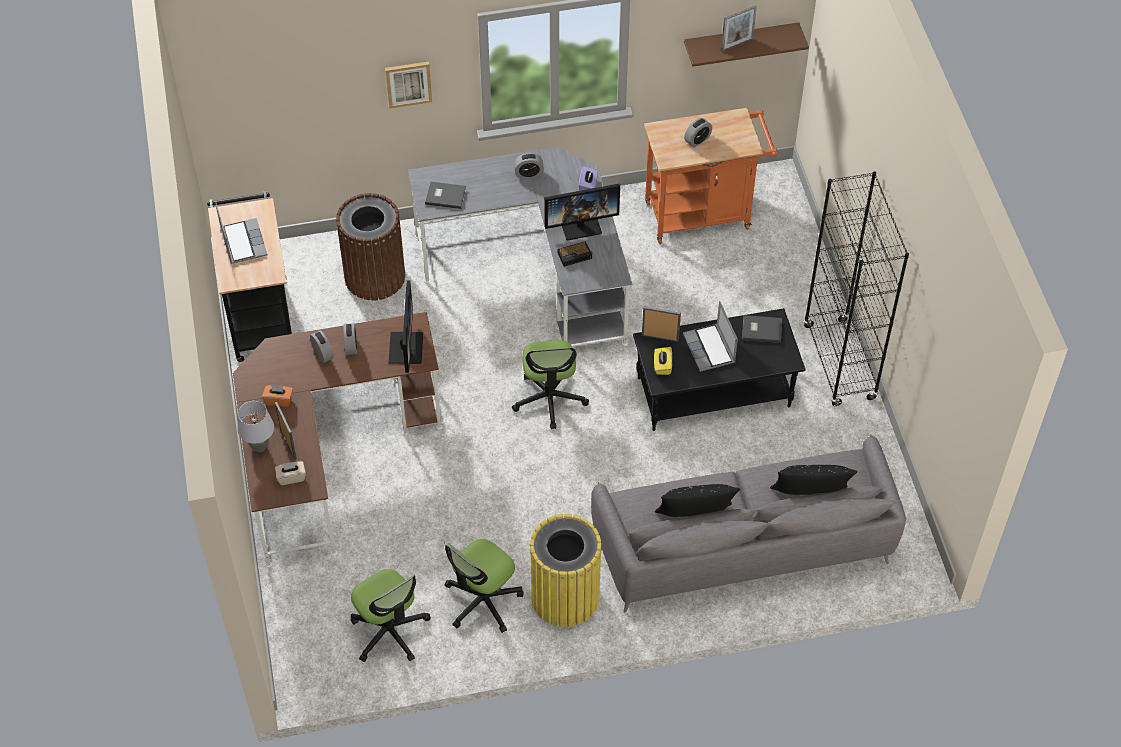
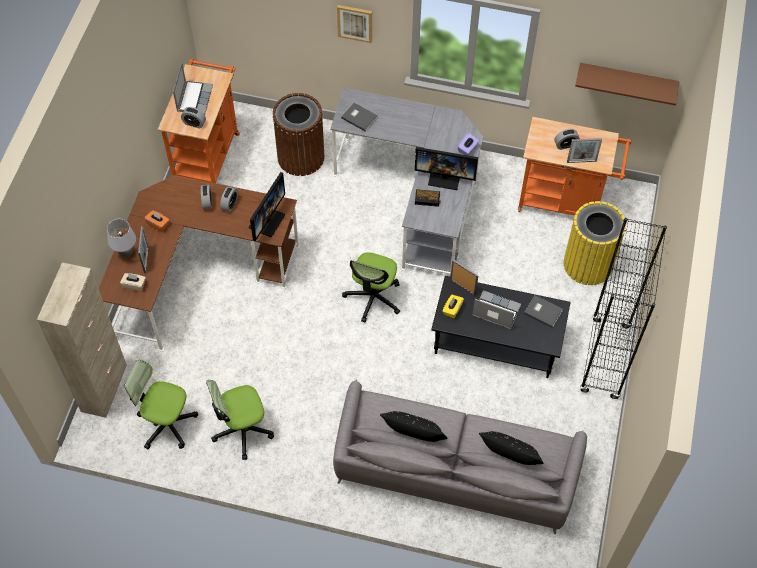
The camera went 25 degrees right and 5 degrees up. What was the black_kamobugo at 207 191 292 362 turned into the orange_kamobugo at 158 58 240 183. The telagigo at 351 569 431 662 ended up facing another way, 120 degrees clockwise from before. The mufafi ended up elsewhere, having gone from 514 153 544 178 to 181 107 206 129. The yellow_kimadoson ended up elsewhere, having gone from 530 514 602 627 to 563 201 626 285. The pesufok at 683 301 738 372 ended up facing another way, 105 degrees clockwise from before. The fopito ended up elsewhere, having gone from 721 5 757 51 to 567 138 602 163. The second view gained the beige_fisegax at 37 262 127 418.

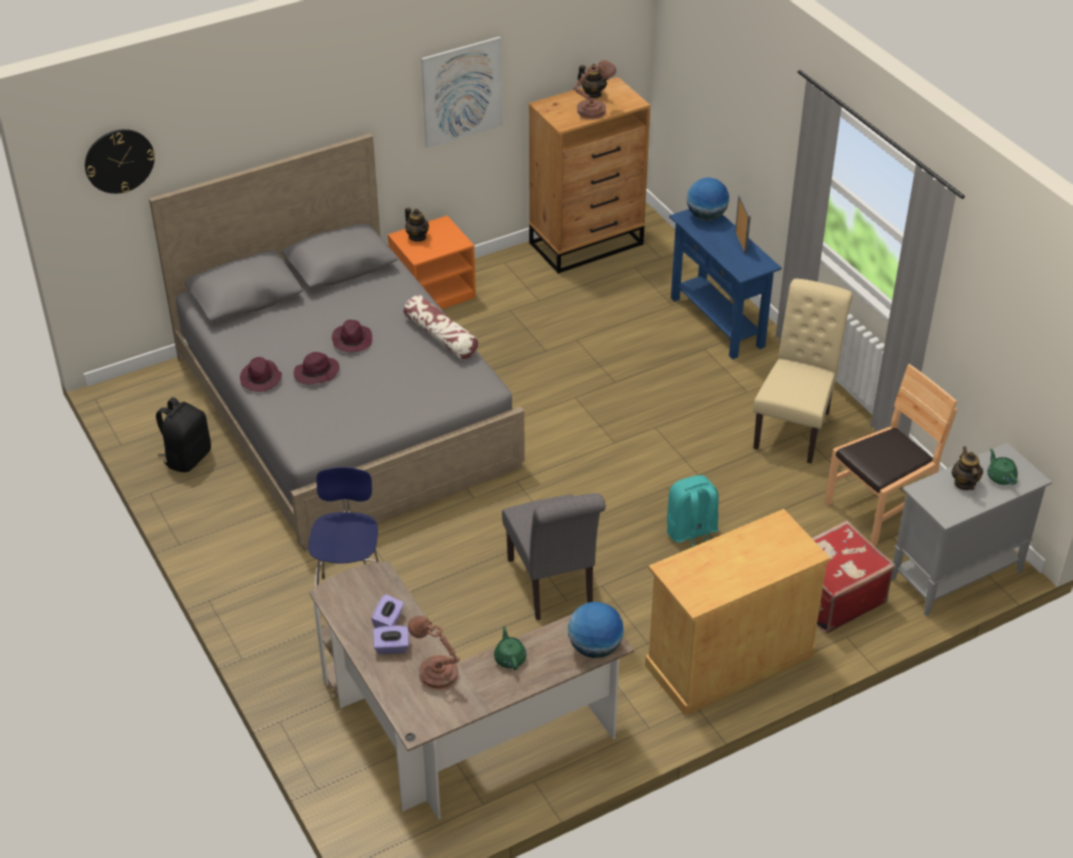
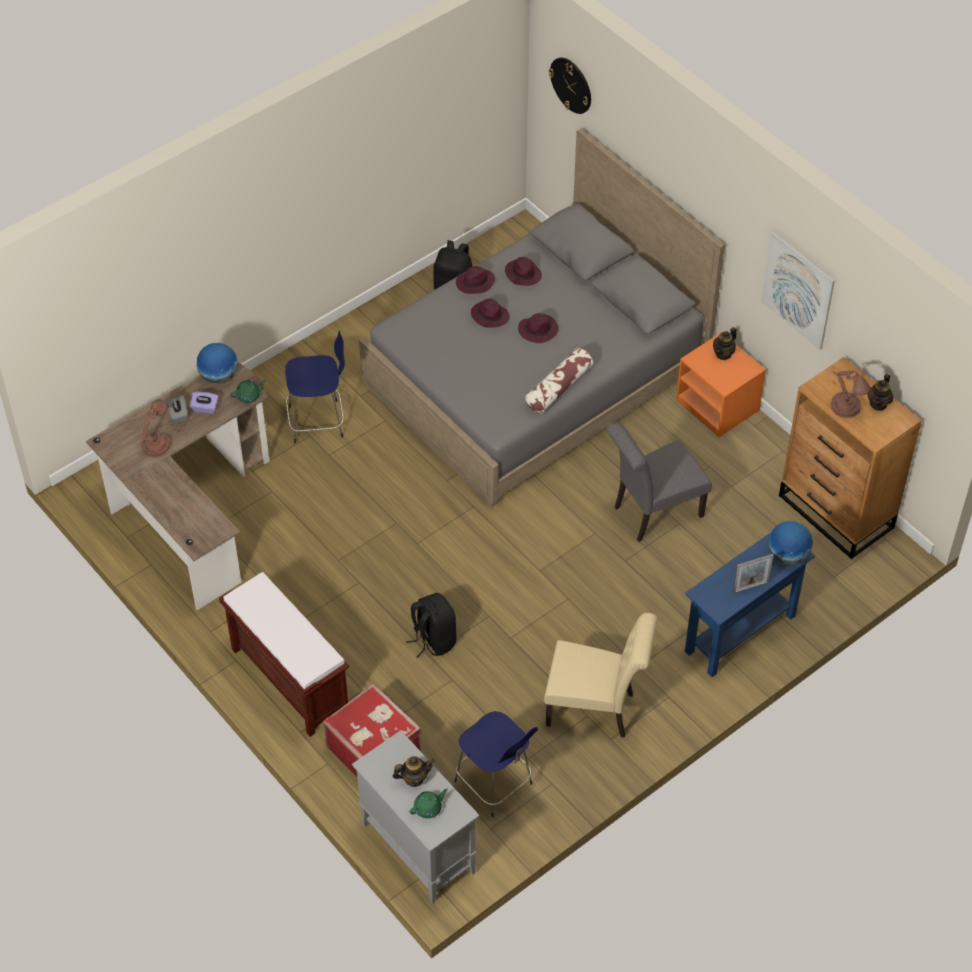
The camera went 80 degrees right and 10 degrees up. What was the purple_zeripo at 373 625 409 654 turned into the grey_zeripo at 168 395 188 424. The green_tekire ended up elsewhere, having gone from 494 626 526 670 to 230 380 266 403. The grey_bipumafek ended up elsewhere, having gone from 502 493 606 620 to 607 423 712 542. The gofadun ended up elsewhere, having gone from 568 601 624 658 to 197 343 238 384. Where the beige_fisegax stood at 645 509 831 716, the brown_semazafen came to stand at 219 572 349 737. What was the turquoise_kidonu at 667 475 719 547 turned into the black_kidonu at 406 593 456 658. Where the brown_bipumafek stood at 824 364 957 546, the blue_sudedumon came to stand at 454 711 538 817. The second view gained the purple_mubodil at 505 257 542 286.

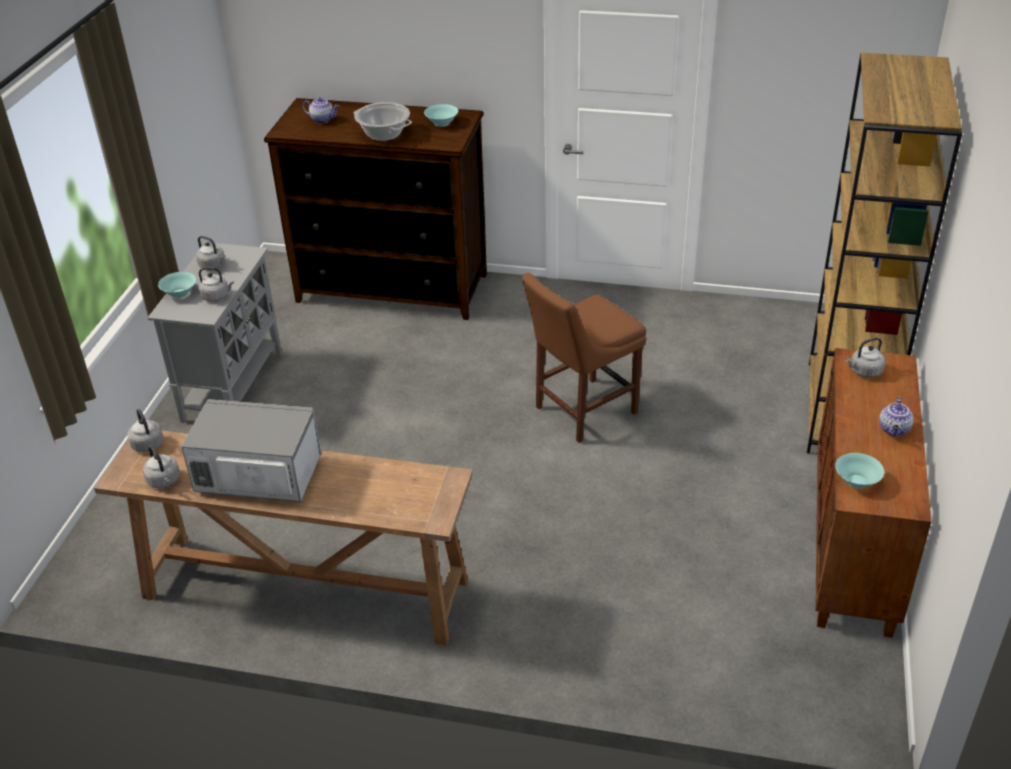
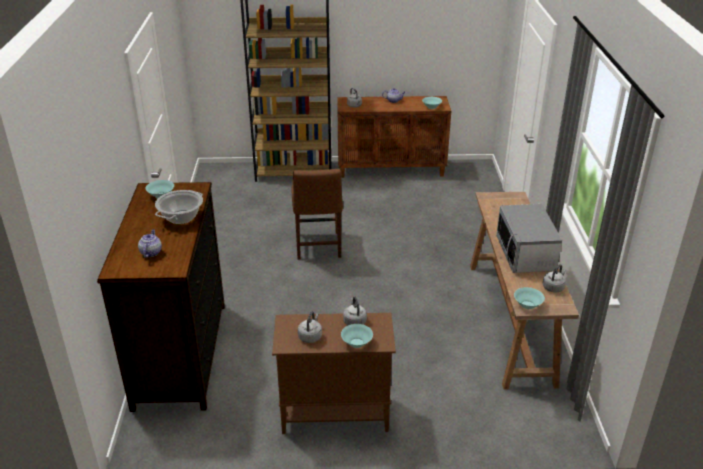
The camera went 105 degrees left and 5 degrees down. Where the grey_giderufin stood at 127 409 164 452, the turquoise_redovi came to stand at 514 287 545 309. What was the grey_fisegax at 148 242 282 423 turned into the brown_fisegax at 272 313 396 434. The brown_bipumafek at 522 273 646 443 ended up facing another way, 45 degrees clockwise from before.

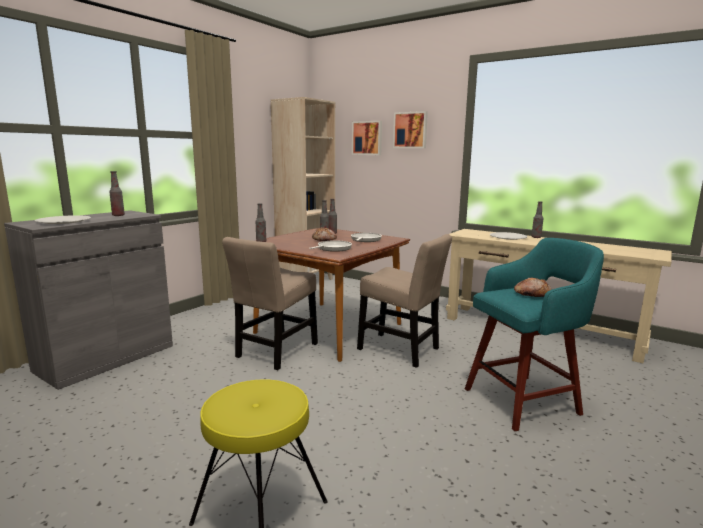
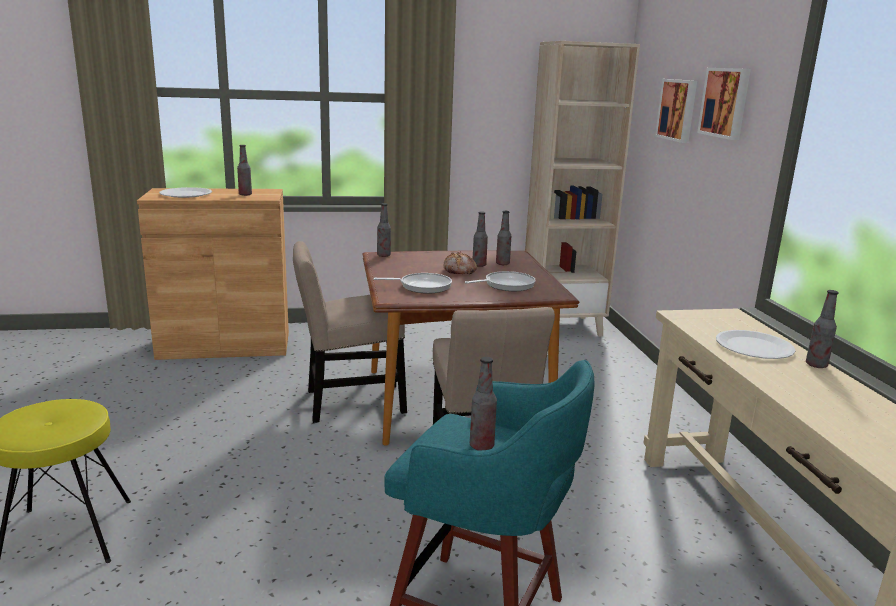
The camera went 45 degrees right and 5 degrees up. What was the grey_fisegax at 4 210 173 390 turned into the brown_fisegax at 137 188 289 360. Where the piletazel stood at 514 278 552 297, the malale came to stand at 470 357 497 450.

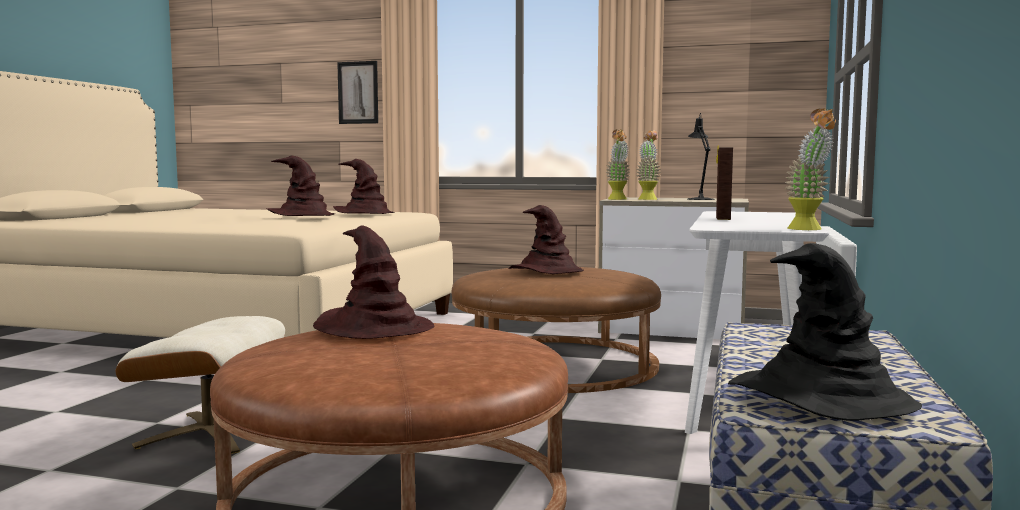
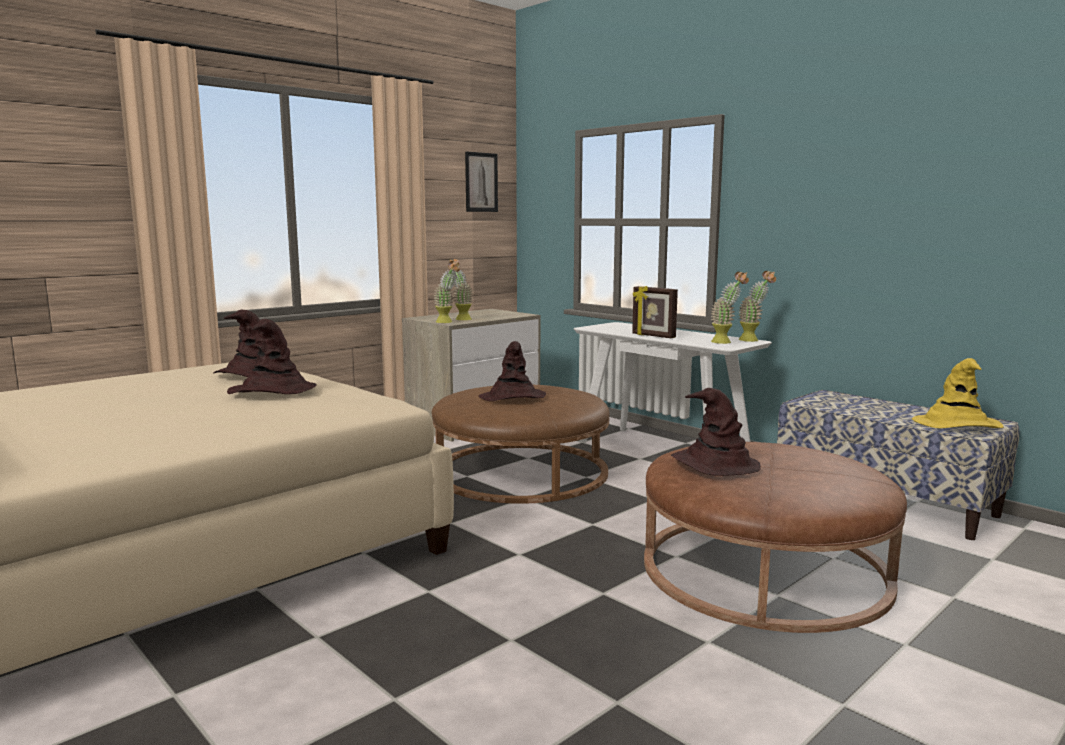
The camera went 60 degrees left and 5 degrees up. The second view lost the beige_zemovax at 115 316 285 454. The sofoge ended up elsewhere, having gone from 337 61 378 124 to 465 151 498 212. The second view lost the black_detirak at 688 113 714 200. What was the black_mubodil at 728 243 922 421 turned into the yellow_mubodil at 912 358 1003 428. The second view gained the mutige at 711 271 749 344.

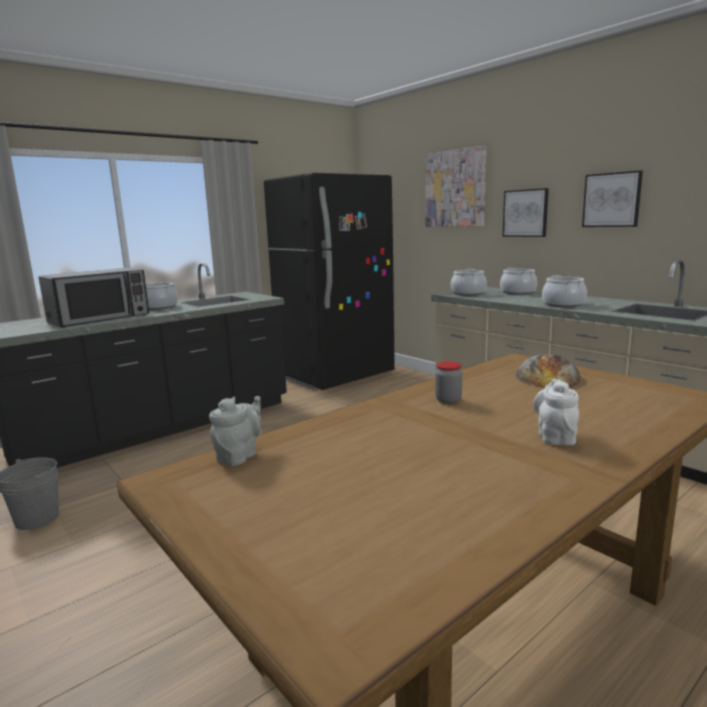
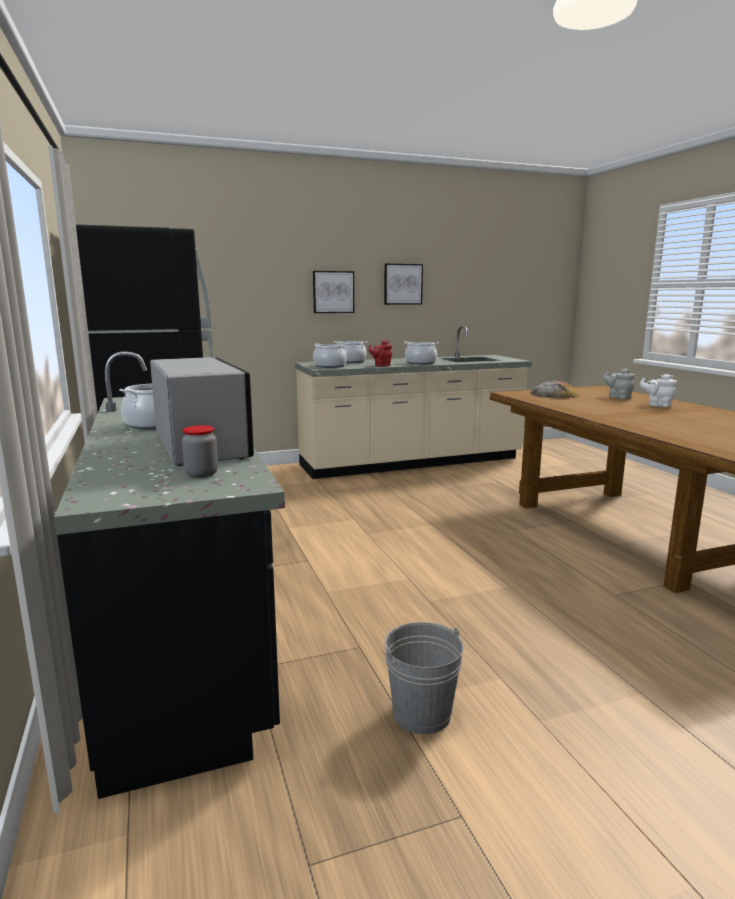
The camera went 70 degrees left and 0 degrees up. The grey_tekire ended up elsewhere, having gone from 209 396 261 466 to 603 368 634 399. The second view lost the sofoge at 425 146 487 227. The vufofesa ended up elsewhere, having gone from 435 361 462 404 to 182 425 218 478. The second view gained the red_tekire at 368 340 392 367.

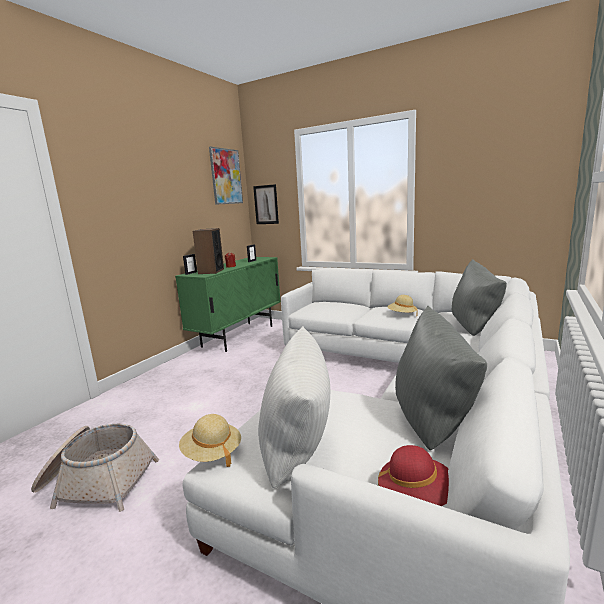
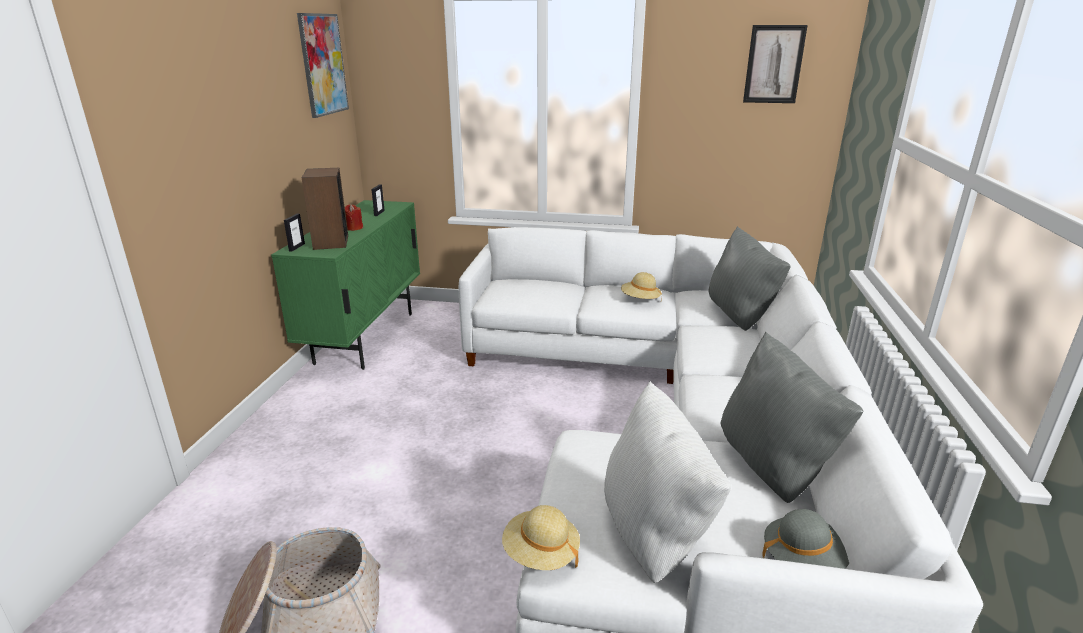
The camera went 20 degrees left and 10 degrees up. The sofoge ended up elsewhere, having gone from 253 184 279 224 to 743 25 808 103. What was the red_mubodil at 378 445 449 506 turned into the grey_mubodil at 762 509 849 569.

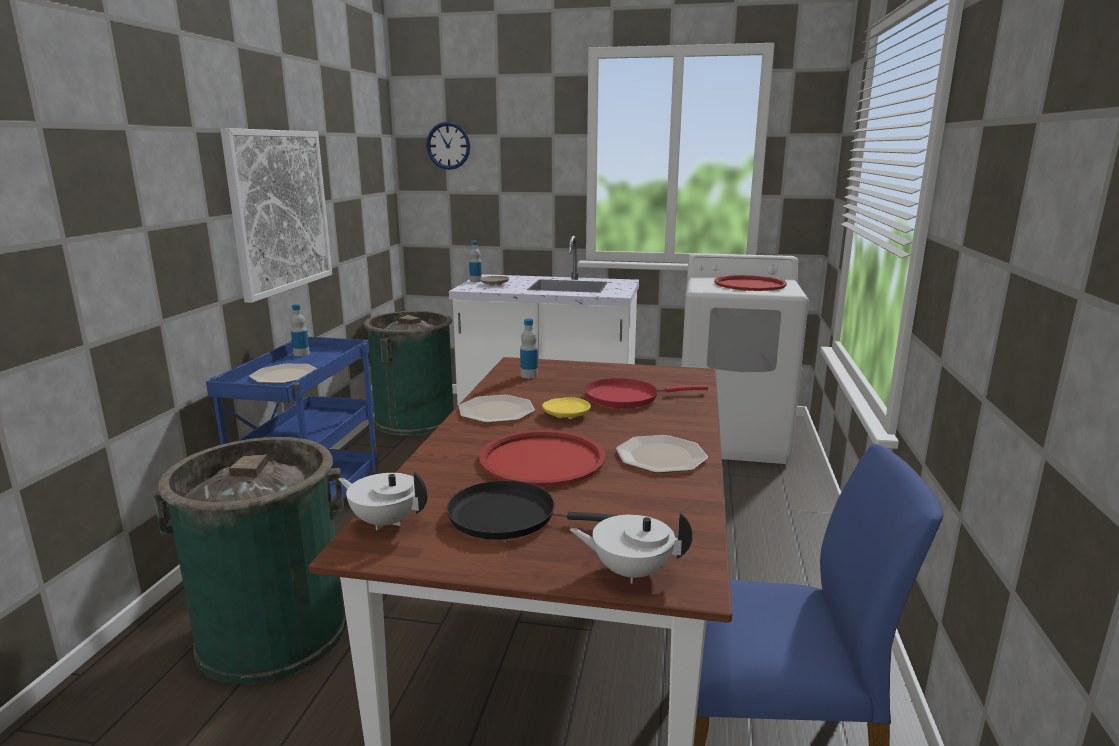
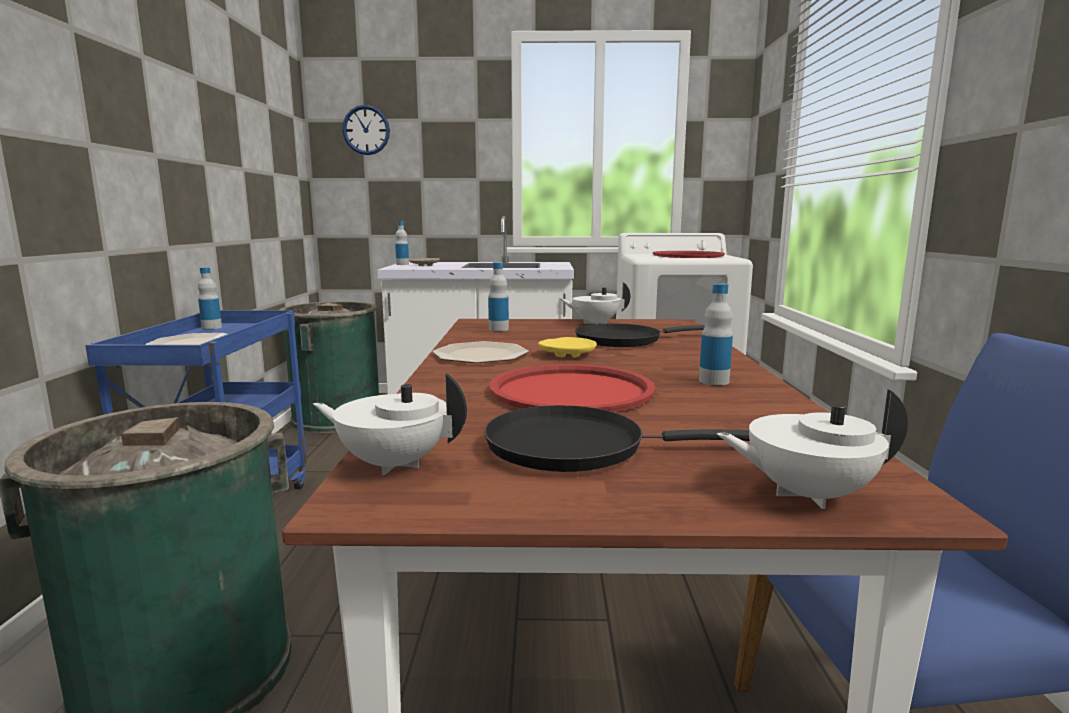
The camera went 10 degrees left and 5 degrees down. The second view lost the sofoge at 220 128 332 303. What was the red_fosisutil at 585 378 708 408 turned into the black_fosisutil at 575 324 705 347. Where the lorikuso stood at 616 435 708 473, the malale came to stand at 699 284 733 385. The second view gained the white_tekire at 559 282 630 324.

